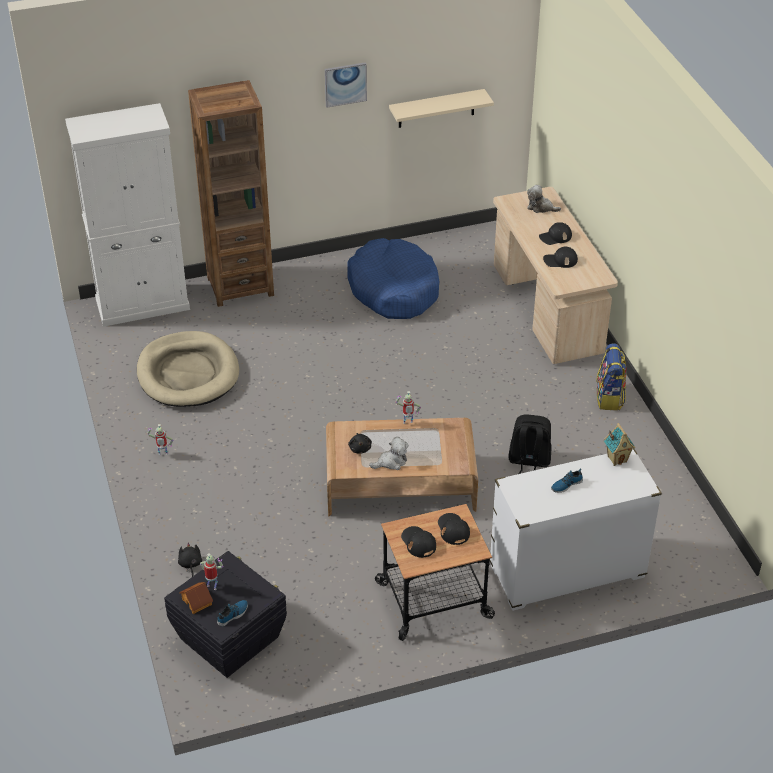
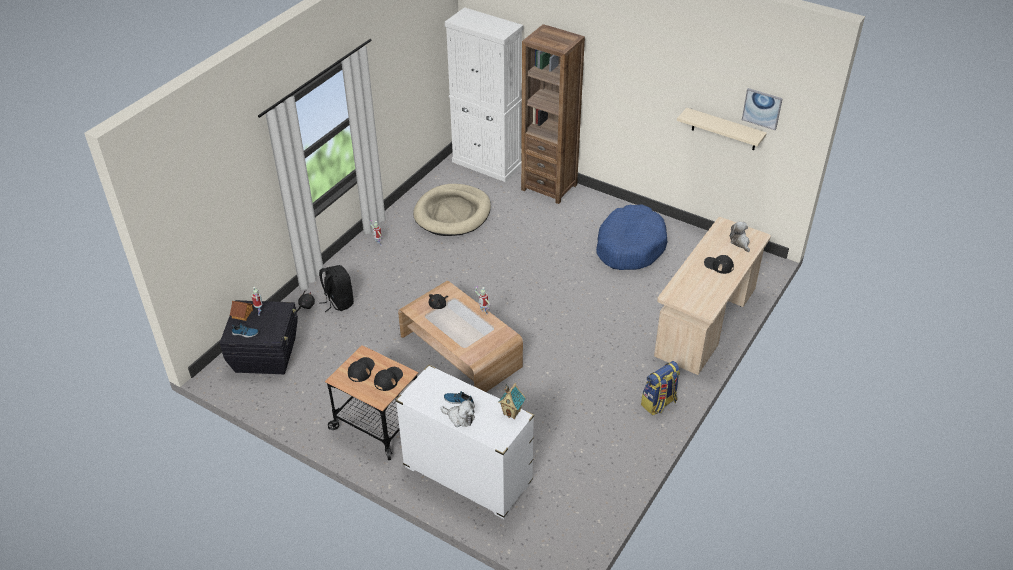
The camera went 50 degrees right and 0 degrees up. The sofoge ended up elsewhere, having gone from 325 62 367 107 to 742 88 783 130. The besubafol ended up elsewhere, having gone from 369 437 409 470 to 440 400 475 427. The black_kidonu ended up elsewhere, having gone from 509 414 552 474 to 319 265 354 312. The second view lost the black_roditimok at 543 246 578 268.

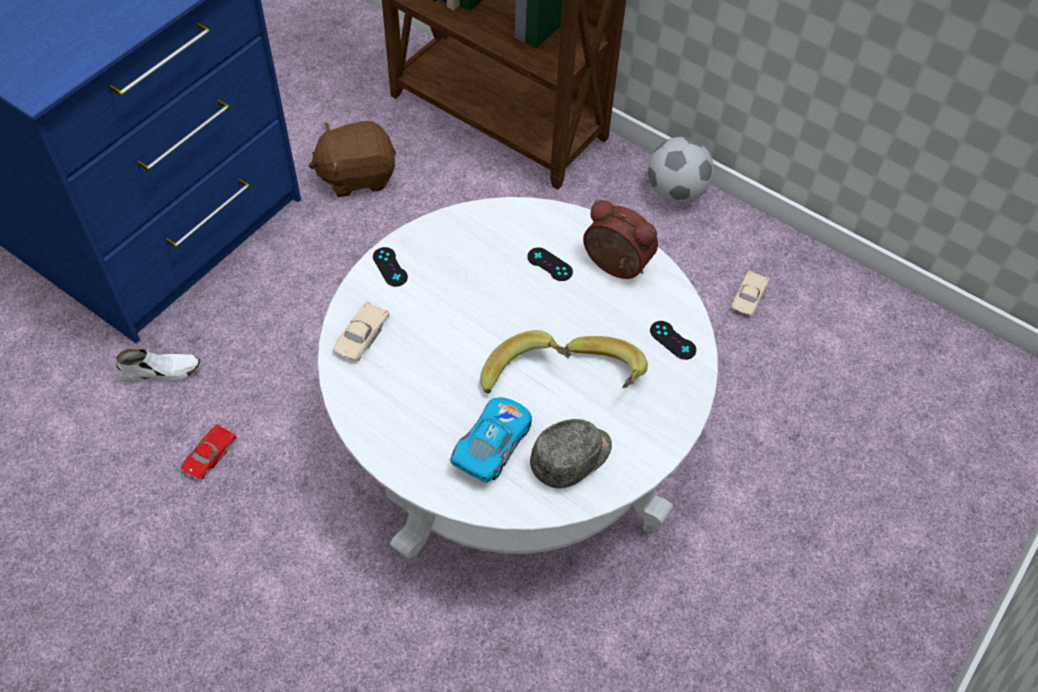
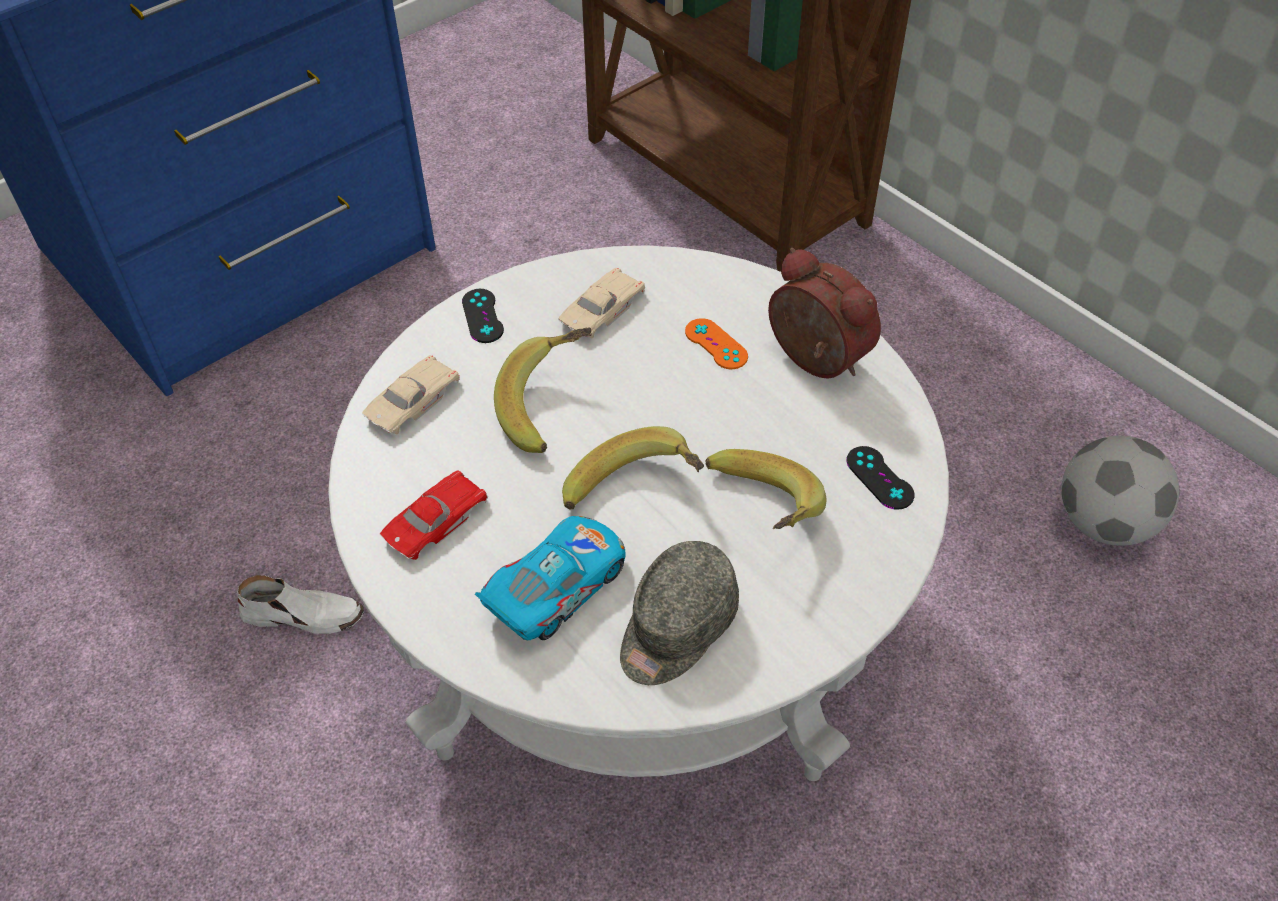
The camera went 15 degrees right and 5 degrees down. The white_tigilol ended up elsewhere, having gone from 116 349 201 383 to 237 575 364 634. The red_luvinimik ended up elsewhere, having gone from 180 424 237 480 to 380 470 488 560. The second view lost the brown_besubafol at 309 121 396 197. What was the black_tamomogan at 527 248 573 281 turned into the orange_tamomogan at 685 318 748 369. The grey_roditimok at 530 419 612 489 ended up facing another way, 150 degrees clockwise from before. The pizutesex ended up elsewhere, having gone from 648 137 714 203 to 1061 436 1179 546. The beige_luvinimik ended up elsewhere, having gone from 731 270 769 316 to 558 268 645 339. The second view gained the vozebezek at 494 327 592 453.

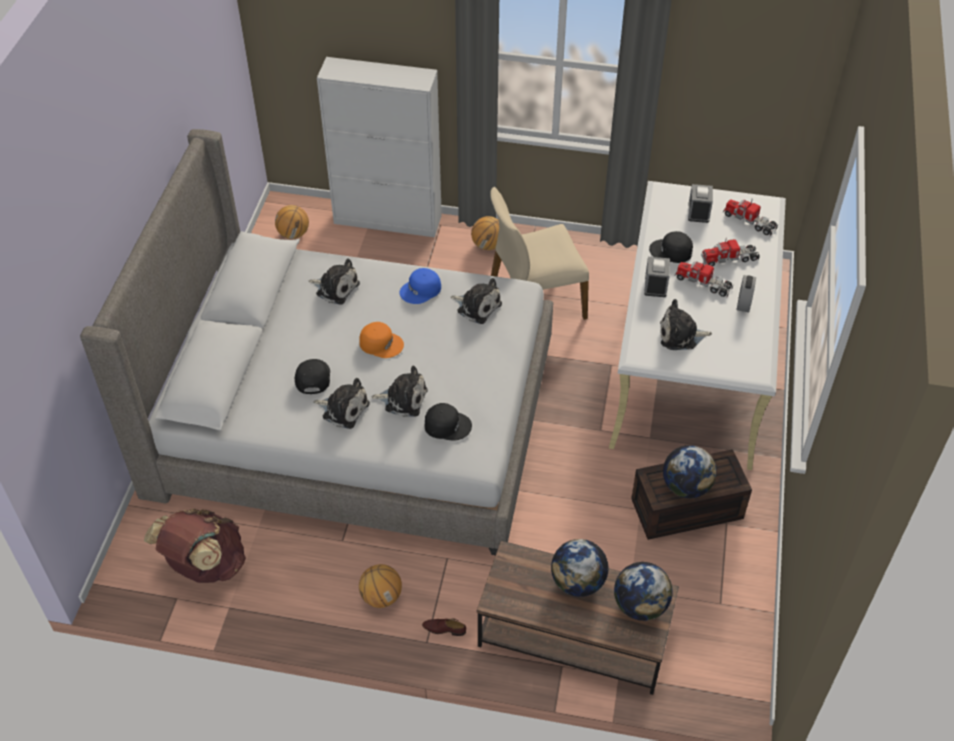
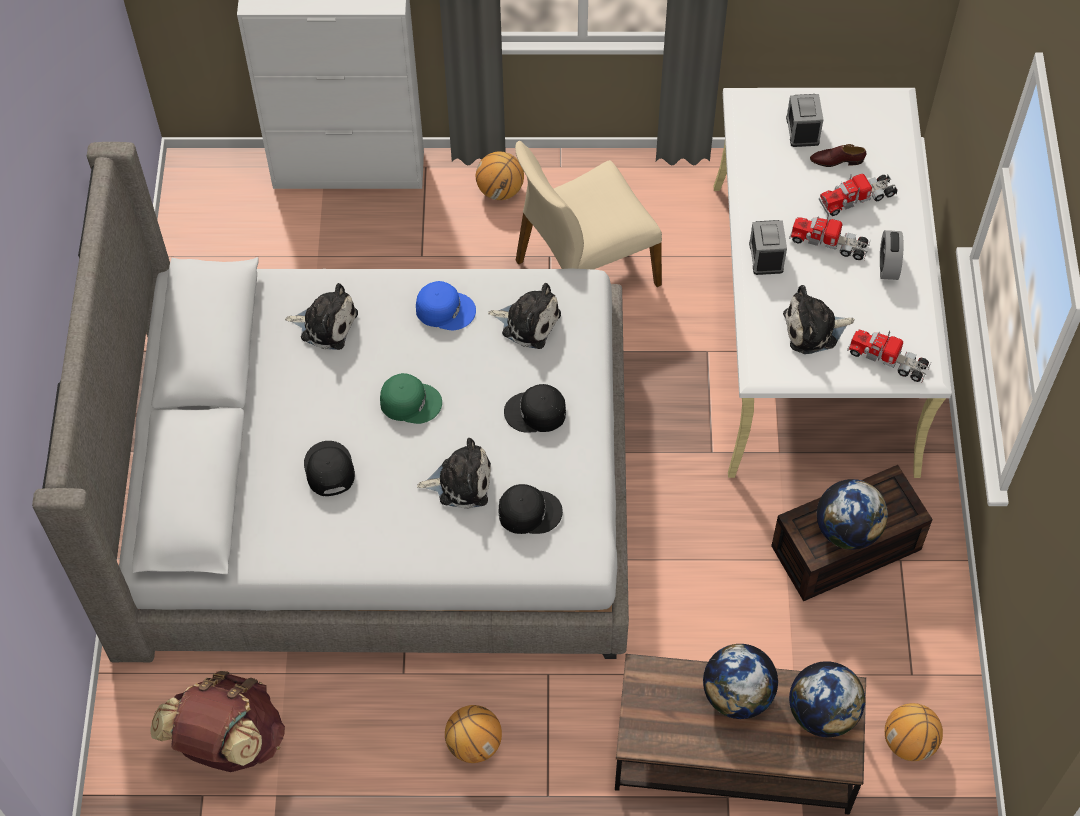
The camera went 10 degrees left and 10 degrees up. The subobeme ended up elsewhere, having gone from 275 205 309 239 to 885 703 943 761. The second view lost the besubafol at 314 378 370 429. What was the orange_roditimok at 359 322 404 358 turned into the green_roditimok at 380 373 442 424. The blue_roditimok at 399 268 441 304 ended up facing another way, 120 degrees counterclockwise from before. The brown_tigilol ended up elsewhere, having gone from 422 618 466 636 to 810 144 866 167. The black_roditimok ended up elsewhere, having gone from 649 231 693 263 to 504 384 566 433. The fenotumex ended up elsewhere, having gone from 723 199 778 236 to 847 330 931 382.

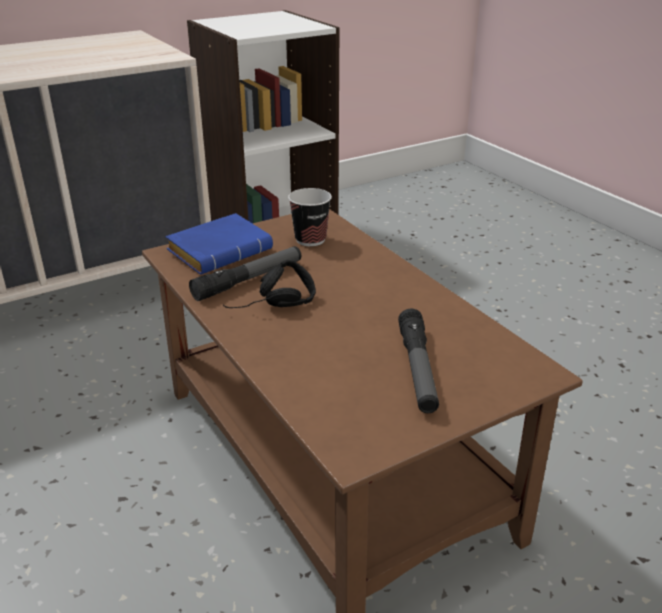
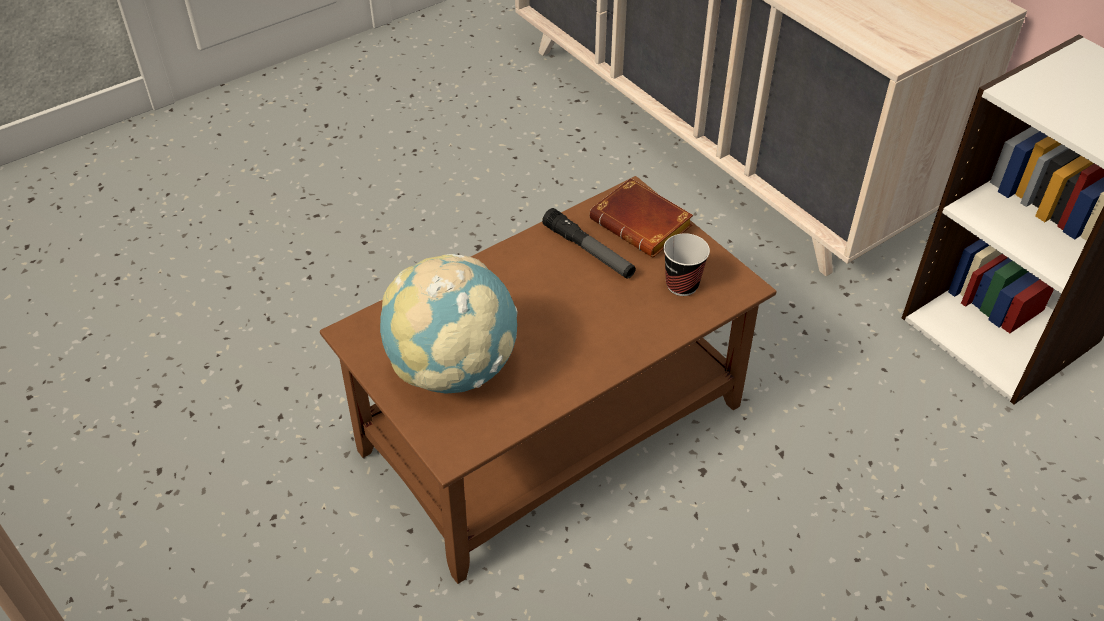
The camera went 85 degrees right and 15 degrees up. What was the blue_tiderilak at 165 213 273 275 turned into the brown_tiderilak at 589 178 693 257. The second view lost the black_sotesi at 223 260 316 308. Where the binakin stood at 398 309 439 413, the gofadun came to stand at 380 254 518 393.

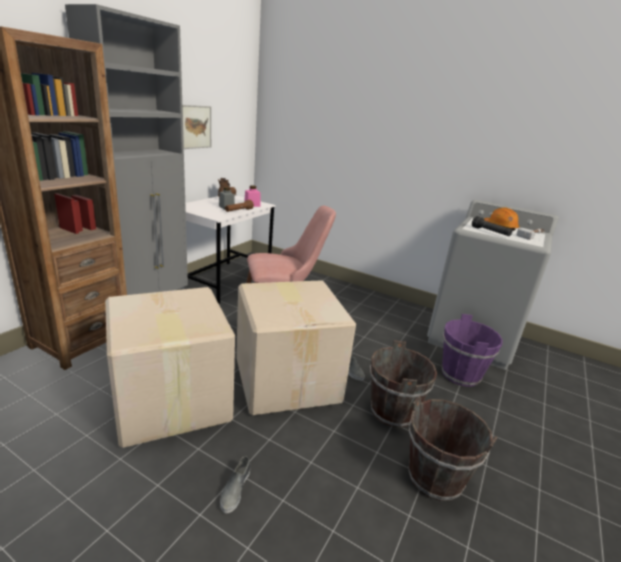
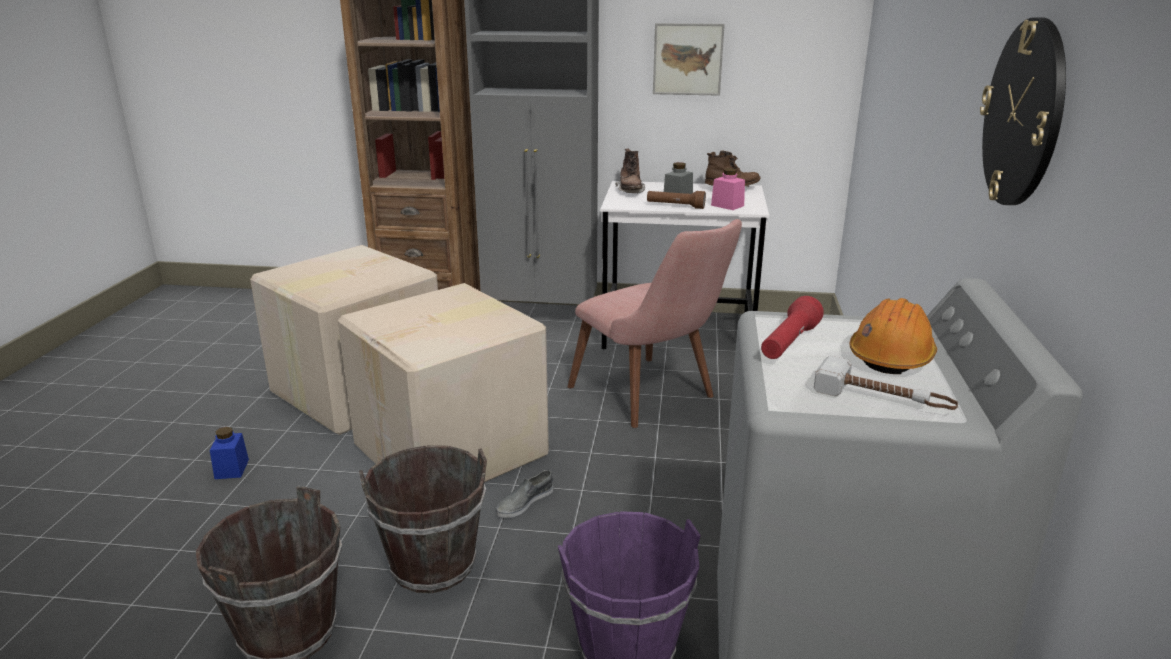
The camera went 70 degrees right and 0 degrees up. Where the grey_tigilol stood at 220 456 250 513, the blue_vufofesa came to stand at 210 427 249 479. What was the black_binakin at 472 216 512 236 turned into the red_binakin at 761 296 824 359. The second view gained the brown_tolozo at 615 148 645 193. The second view gained the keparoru at 980 17 1066 205.

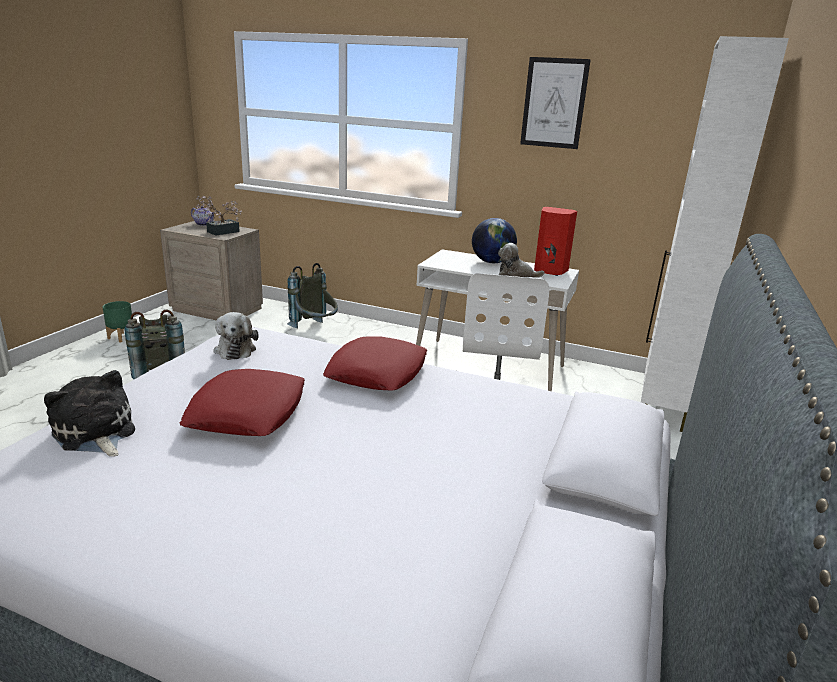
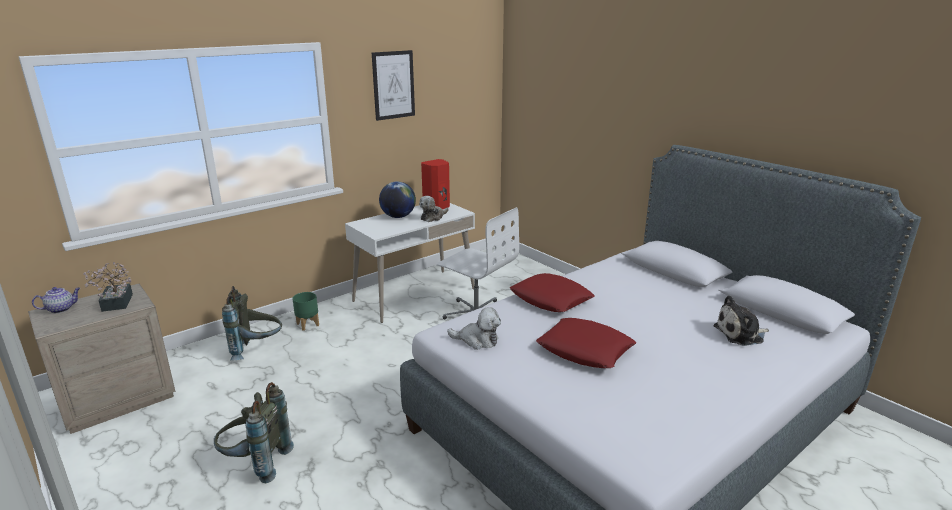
The camera went 60 degrees left and 0 degrees up. The besubafol ended up elsewhere, having gone from 44 370 135 457 to 713 296 769 346. The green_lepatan ended up elsewhere, having gone from 103 301 132 343 to 292 292 319 331. The second view lost the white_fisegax at 641 36 789 432.

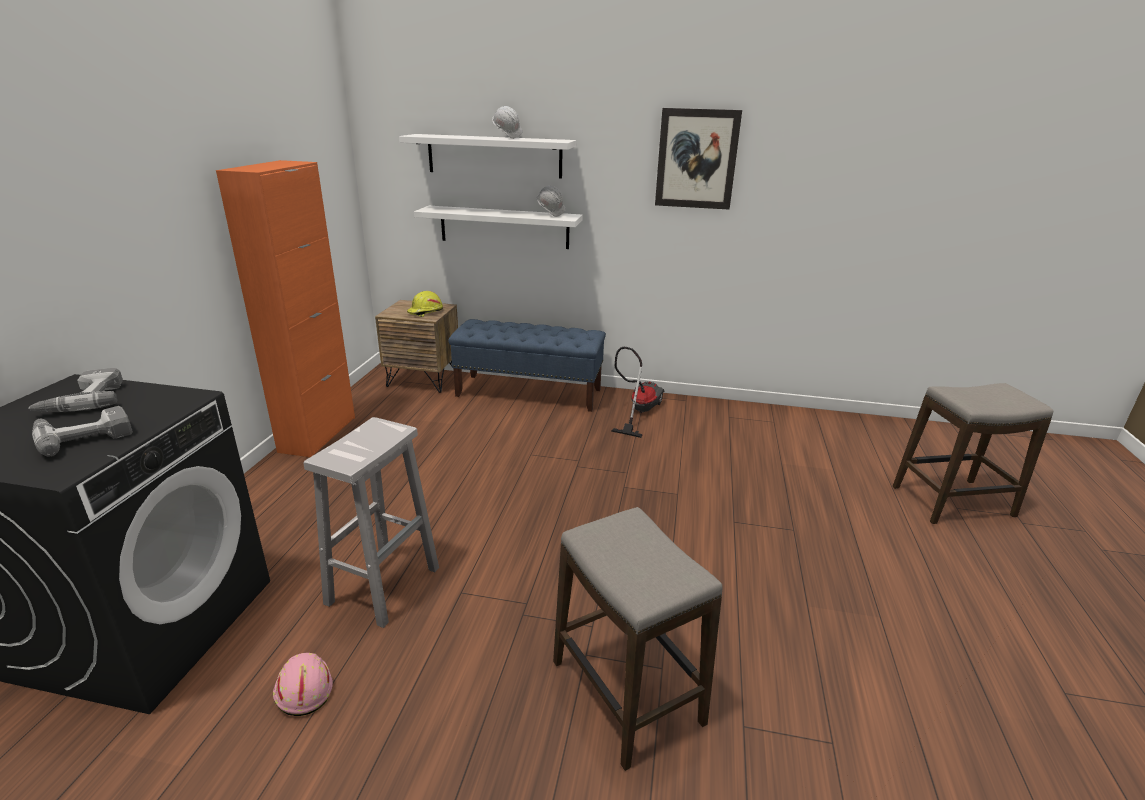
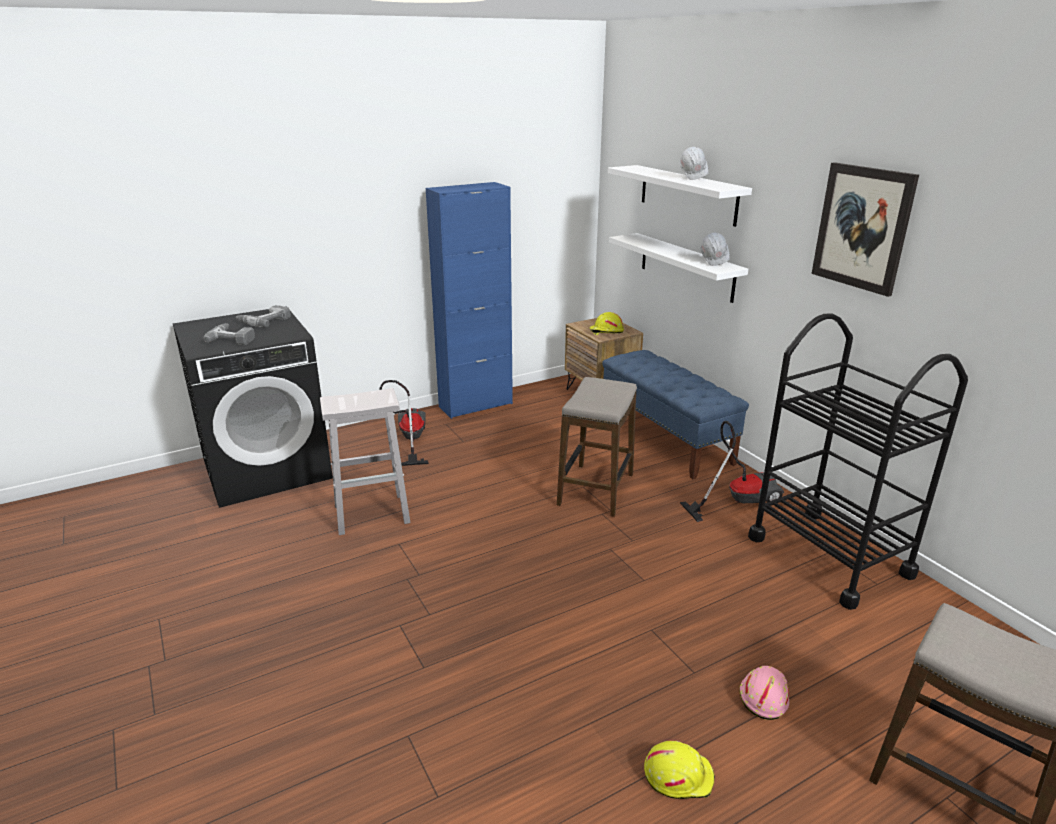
The camera went 50 degrees right and 0 degrees up. What was the orange_fisegax at 216 160 355 457 turned into the blue_fisegax at 426 182 513 419. The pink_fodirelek ended up elsewhere, having gone from 273 653 333 716 to 739 666 789 720. The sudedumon ended up elsewhere, having gone from 553 507 723 771 to 557 377 637 517. The second view gained the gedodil at 379 380 429 466. The second view gained the yellow_fodirelek at 644 741 715 799. The second view gained the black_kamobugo at 748 313 968 610.

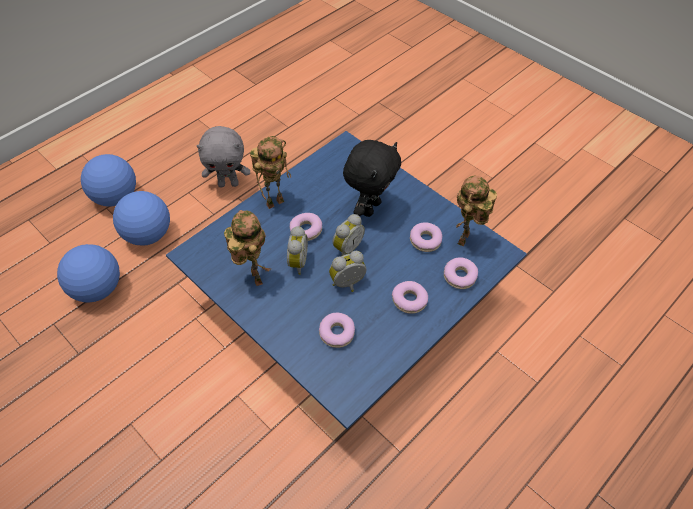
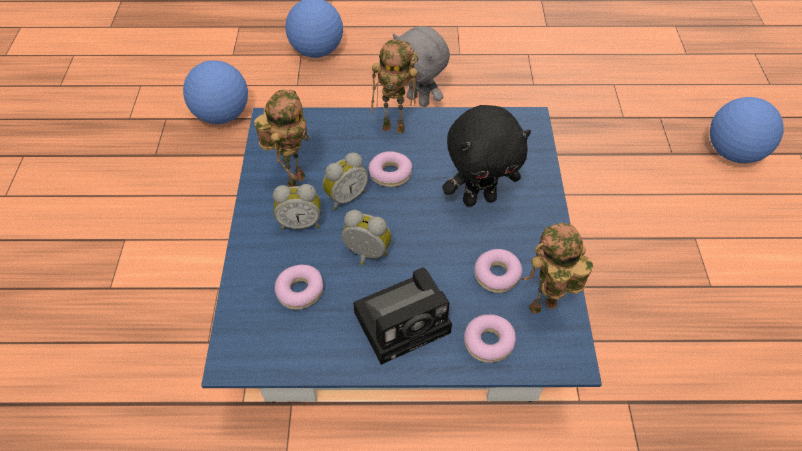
The camera went 45 degrees right and 0 degrees up. The pizutesex ended up elsewhere, having gone from 113 191 170 246 to 710 97 783 163. The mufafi ended up elsewhere, having gone from 333 214 365 256 to 273 184 320 230. Where the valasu stood at 392 281 428 314, the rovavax came to stand at 353 268 452 365.

